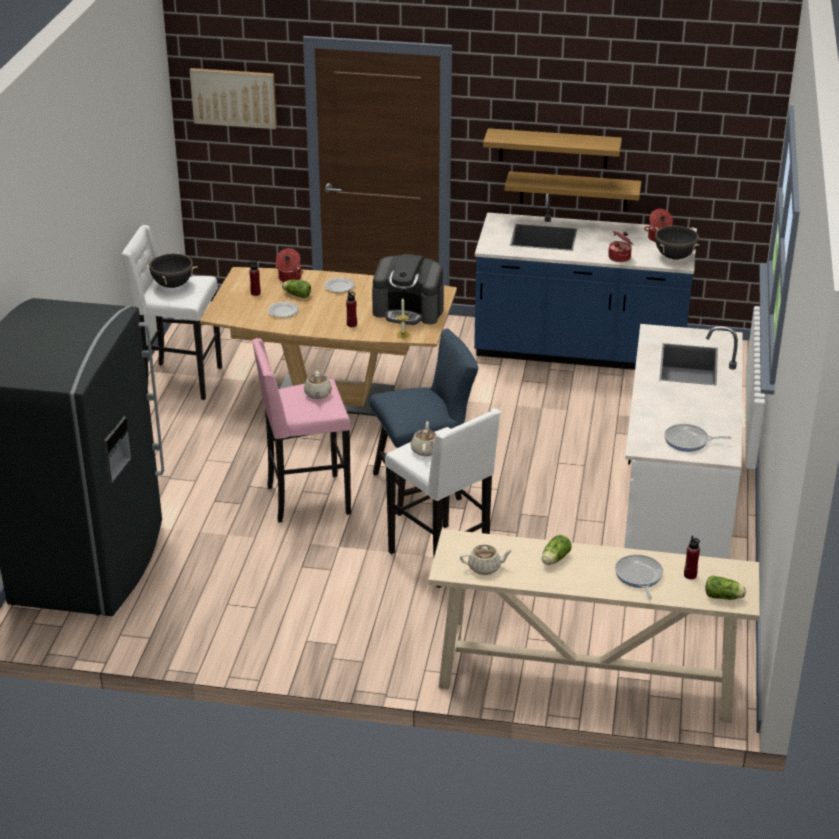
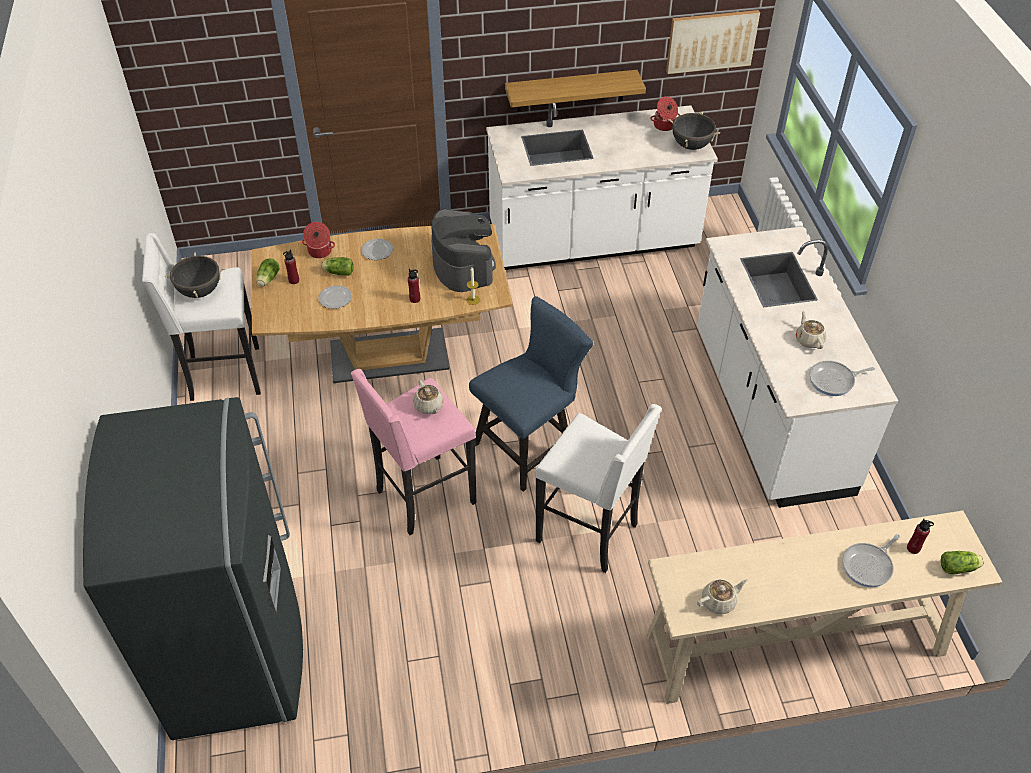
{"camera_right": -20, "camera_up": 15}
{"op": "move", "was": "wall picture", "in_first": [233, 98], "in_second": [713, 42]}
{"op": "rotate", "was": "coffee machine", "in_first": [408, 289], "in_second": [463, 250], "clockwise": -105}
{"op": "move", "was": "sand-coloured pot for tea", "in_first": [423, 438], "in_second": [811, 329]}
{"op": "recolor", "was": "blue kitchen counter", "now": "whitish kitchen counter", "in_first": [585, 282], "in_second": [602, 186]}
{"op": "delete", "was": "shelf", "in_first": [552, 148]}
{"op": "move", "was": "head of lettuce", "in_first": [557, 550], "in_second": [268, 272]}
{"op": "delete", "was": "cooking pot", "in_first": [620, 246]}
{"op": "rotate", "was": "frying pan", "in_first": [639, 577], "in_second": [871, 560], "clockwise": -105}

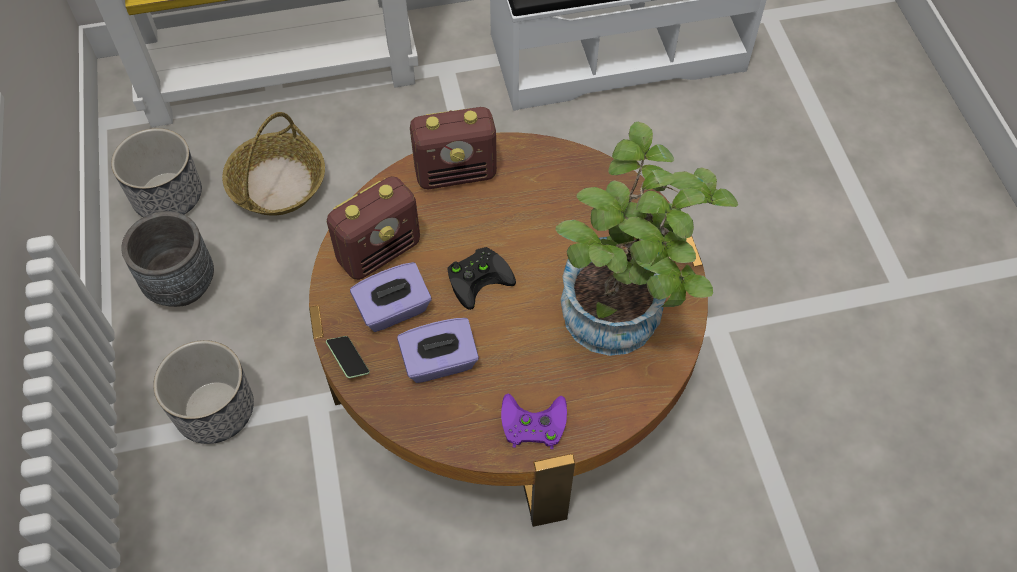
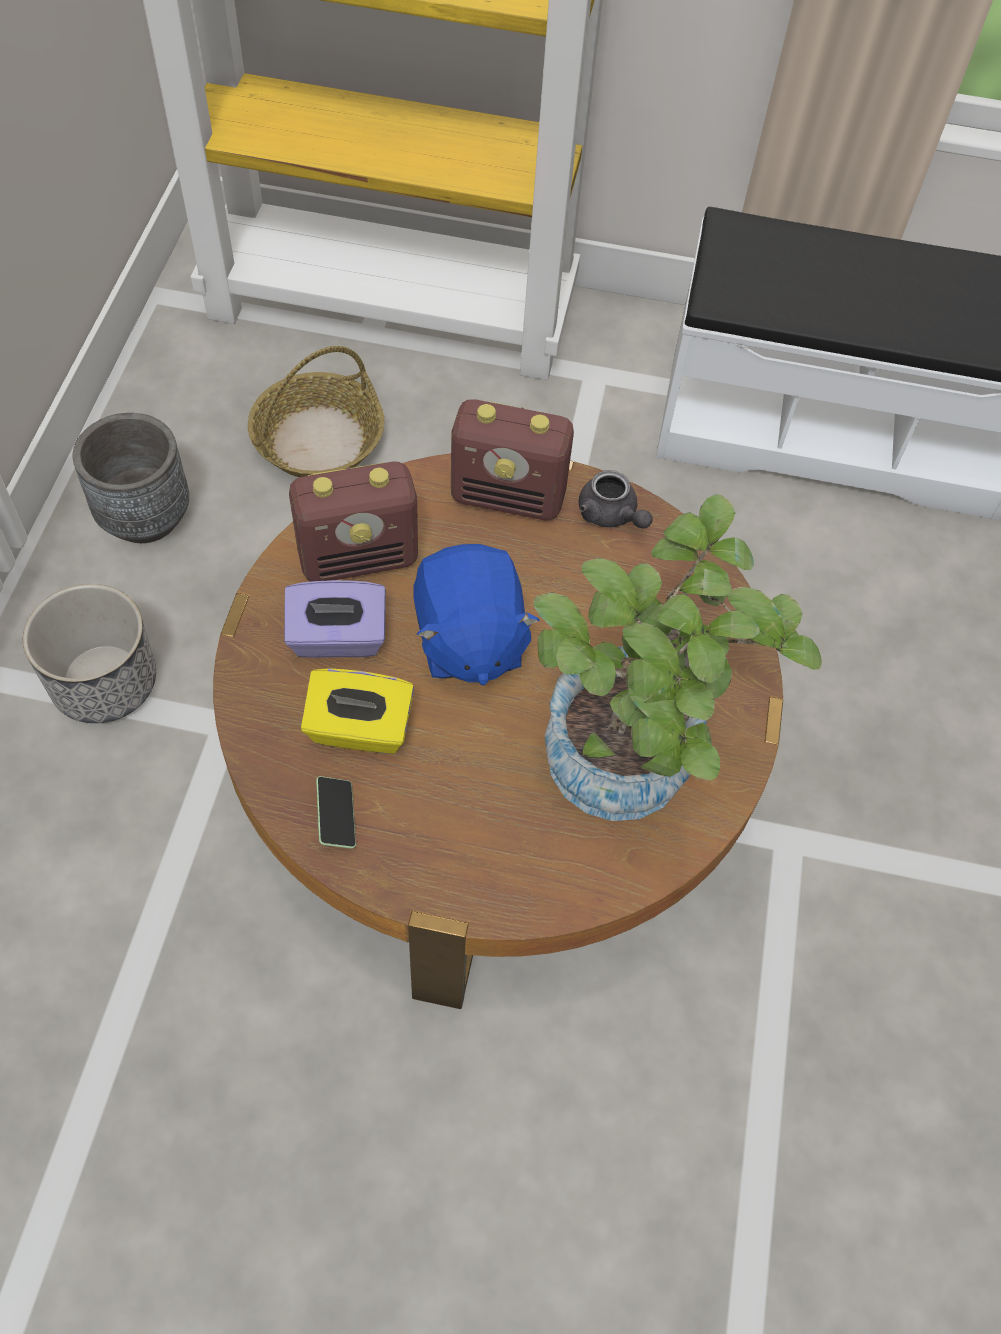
{"camera_right": 20, "camera_up": 0}
{"op": "delete", "was": "planter", "in_first": [156, 172]}
{"op": "move", "was": "telephone", "in_first": [348, 357], "in_second": [336, 812]}
{"op": "recolor", "was": "purple box of tissues", "now": "yellow-coloured box of tissues", "in_first": [438, 350], "in_second": [357, 711]}
{"op": "replace", "was": "blackish game controller", "now": "blue plush toy", "in_first": [481, 278], "in_second": [476, 615]}
{"op": "delete", "was": "purple game controller", "in_first": [534, 421]}
{"op": "insert", "now": "gray pot for tea", "in_second": [615, 499]}

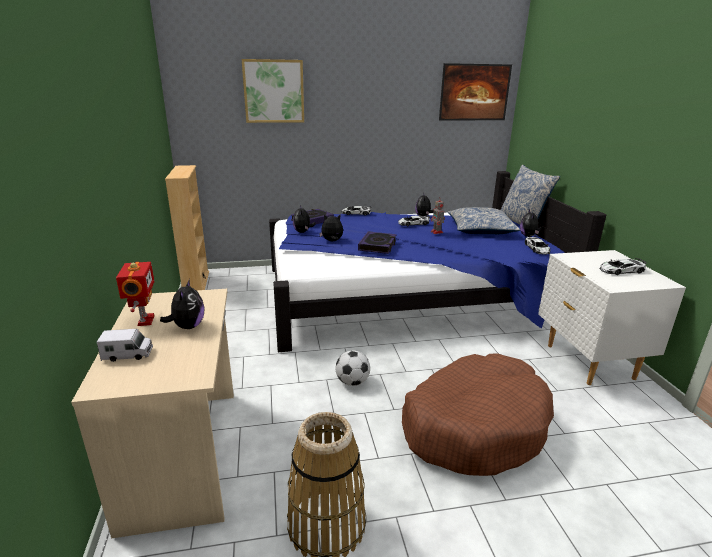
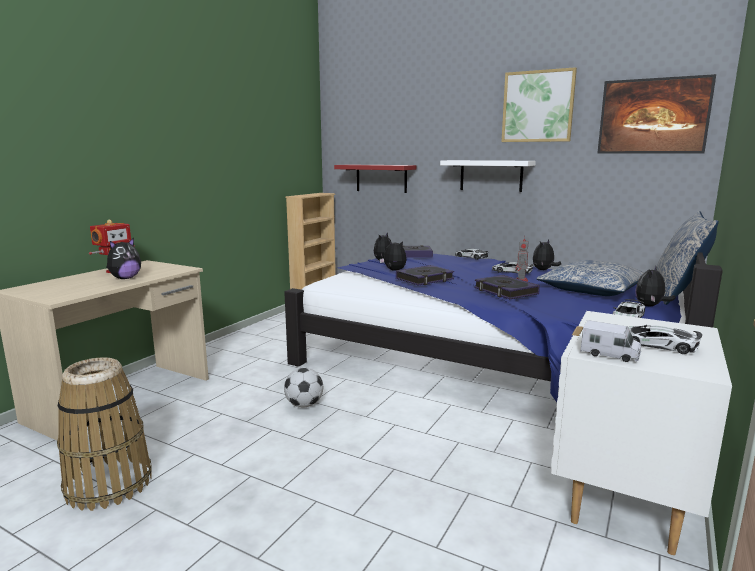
{"camera_right": 40, "camera_up": -10}
{"op": "move", "was": "toy lorry", "in_first": [125, 345], "in_second": [610, 341]}
{"op": "move", "was": "wall picture", "in_first": [273, 91], "in_second": [539, 104]}
{"op": "delete", "was": "brown pet bed", "in_first": [478, 414]}
{"op": "insert", "now": "red shelf", "in_second": [375, 179]}
{"op": "insert", "now": "whitish shelf", "in_second": [488, 176]}
{"op": "insert", "now": "book", "in_second": [507, 287]}

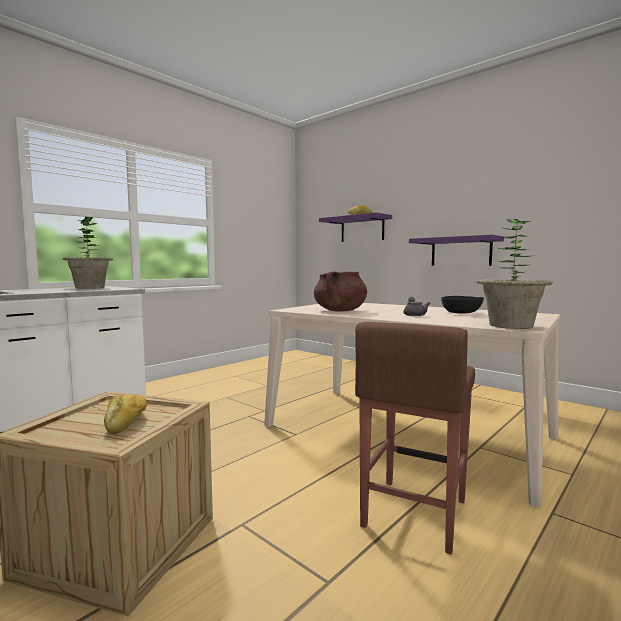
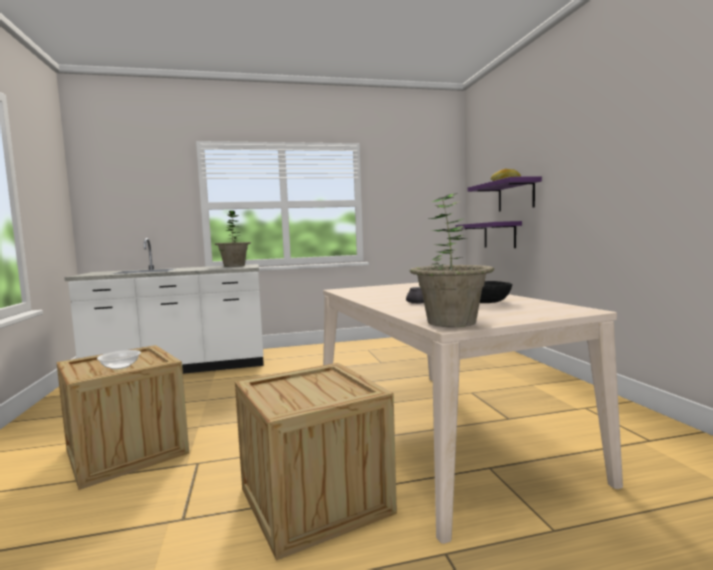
{"camera_right": 35, "camera_up": 0}
{"op": "replace", "was": "bread", "now": "bowl", "in_first": [125, 414], "in_second": [119, 359]}
{"op": "delete", "was": "brown cooking pot", "in_first": [340, 291]}
{"op": "replace", "was": "brown sitting stool", "now": "packing crate", "in_first": [415, 438], "in_second": [316, 462]}
{"op": "move", "was": "purple shelf", "in_first": [456, 250], "in_second": [488, 234]}

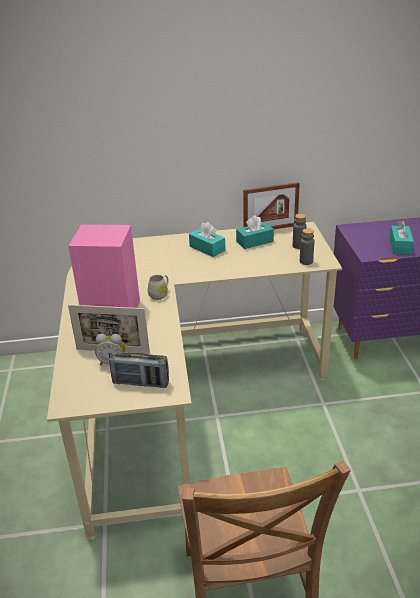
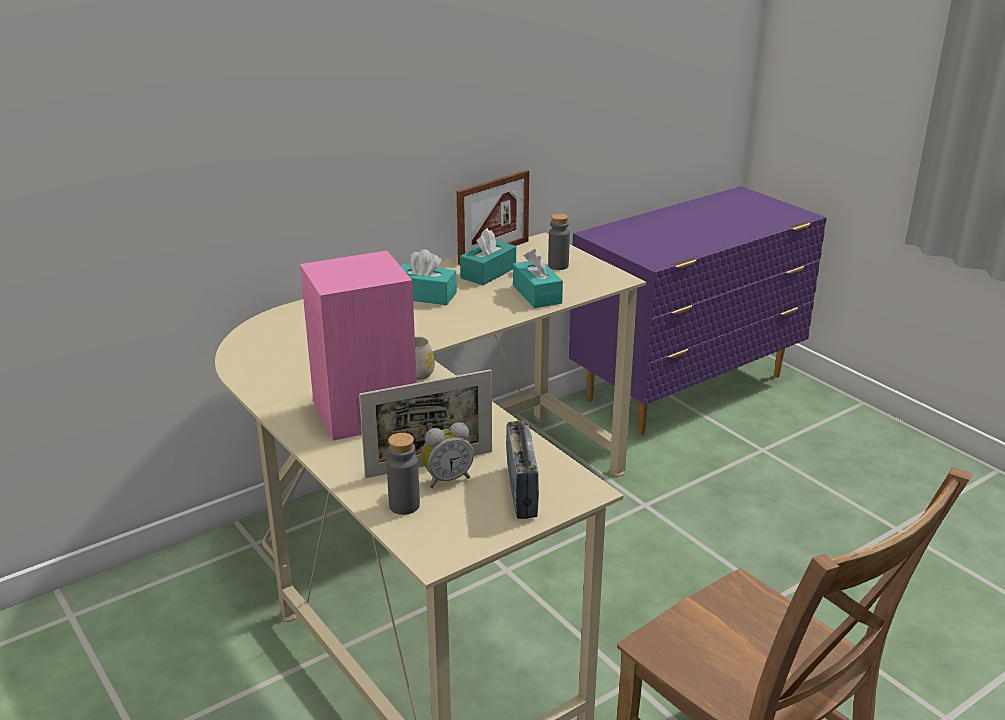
{"camera_right": -30, "camera_up": -5}
{"op": "rotate", "was": "radio", "in_first": [139, 370], "in_second": [522, 469], "clockwise": -75}
{"op": "move", "was": "gray beverage bottle", "in_first": [307, 246], "in_second": [403, 474]}
{"op": "move", "was": "turquoise box of tissues", "in_first": [402, 237], "in_second": [538, 278]}

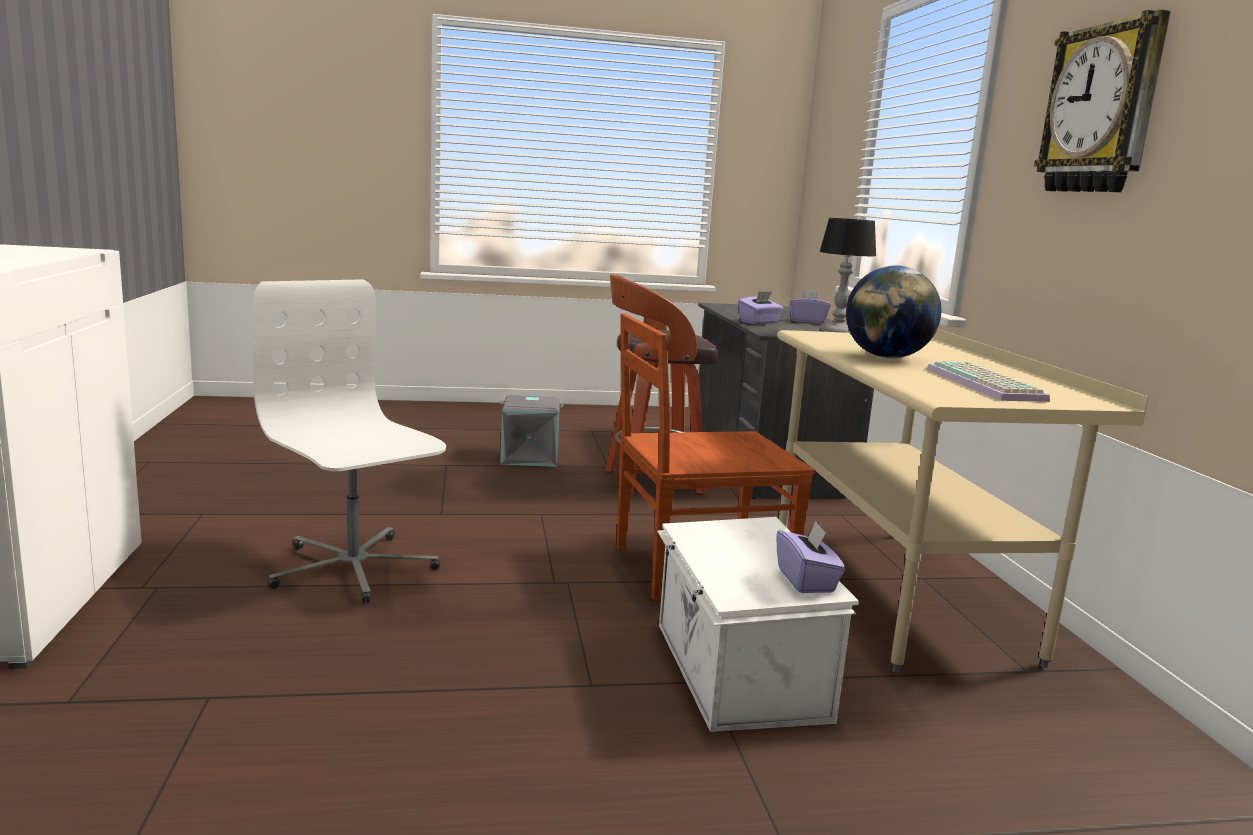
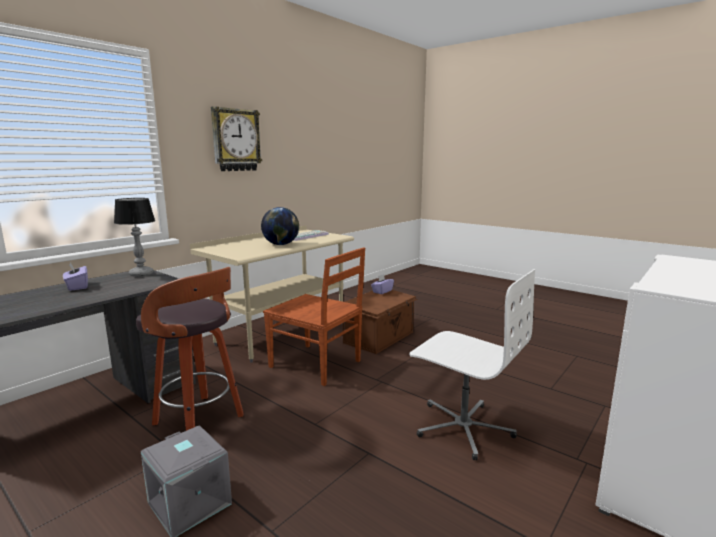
{"camera_right": -130, "camera_up": 0}
{"op": "rotate", "was": "whitish office chair", "in_first": [349, 441], "in_second": [472, 364], "clockwise": -60}
{"op": "recolor", "was": "whitish storage box", "now": "brown storage box", "in_first": [758, 624], "in_second": [380, 322]}
{"op": "delete", "was": "purple box of tissues", "in_first": [760, 307]}

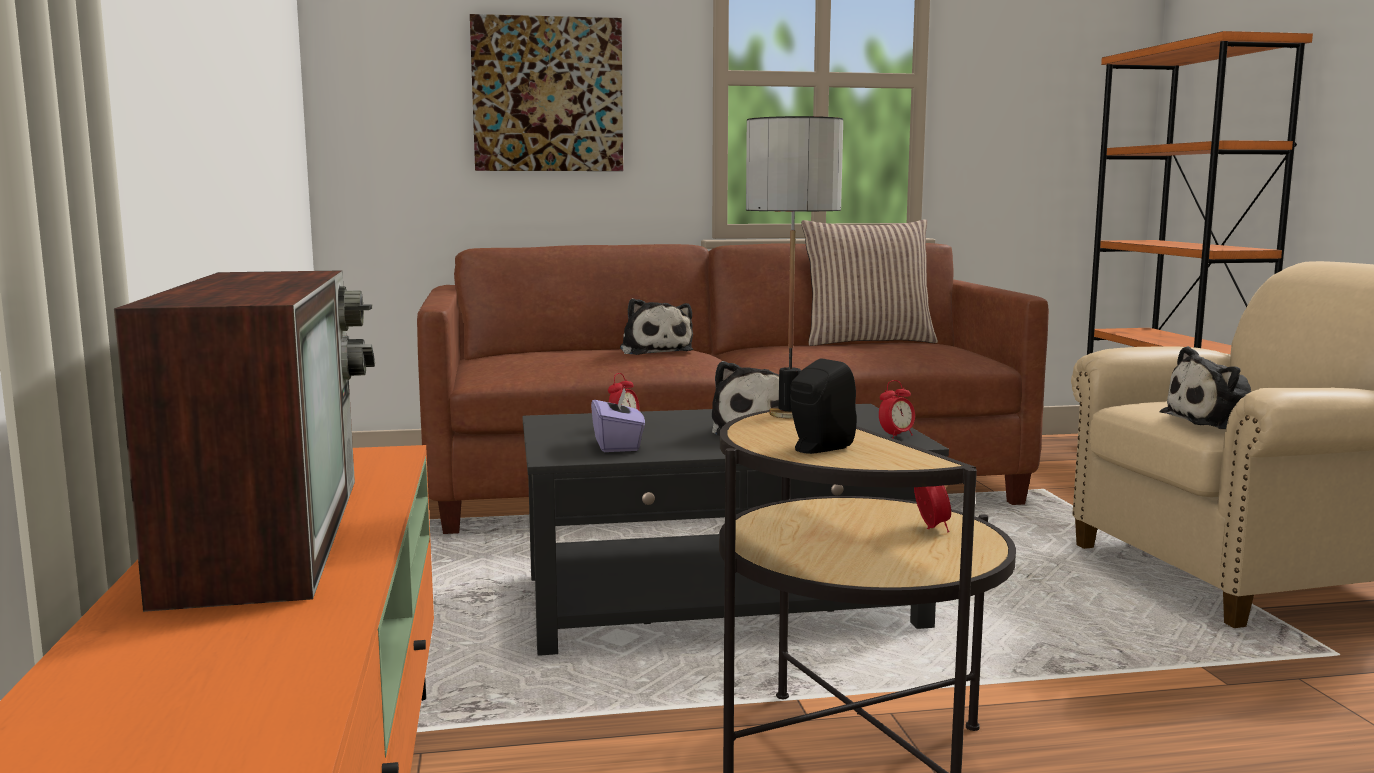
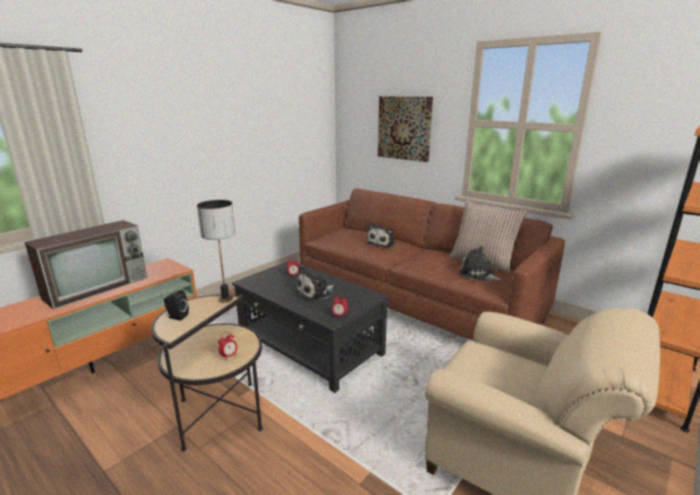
{"camera_right": 50, "camera_up": 10}
{"op": "delete", "was": "purple box of tissues", "in_first": [618, 420]}
{"op": "move", "was": "plush toy", "in_first": [1205, 387], "in_second": [481, 263]}

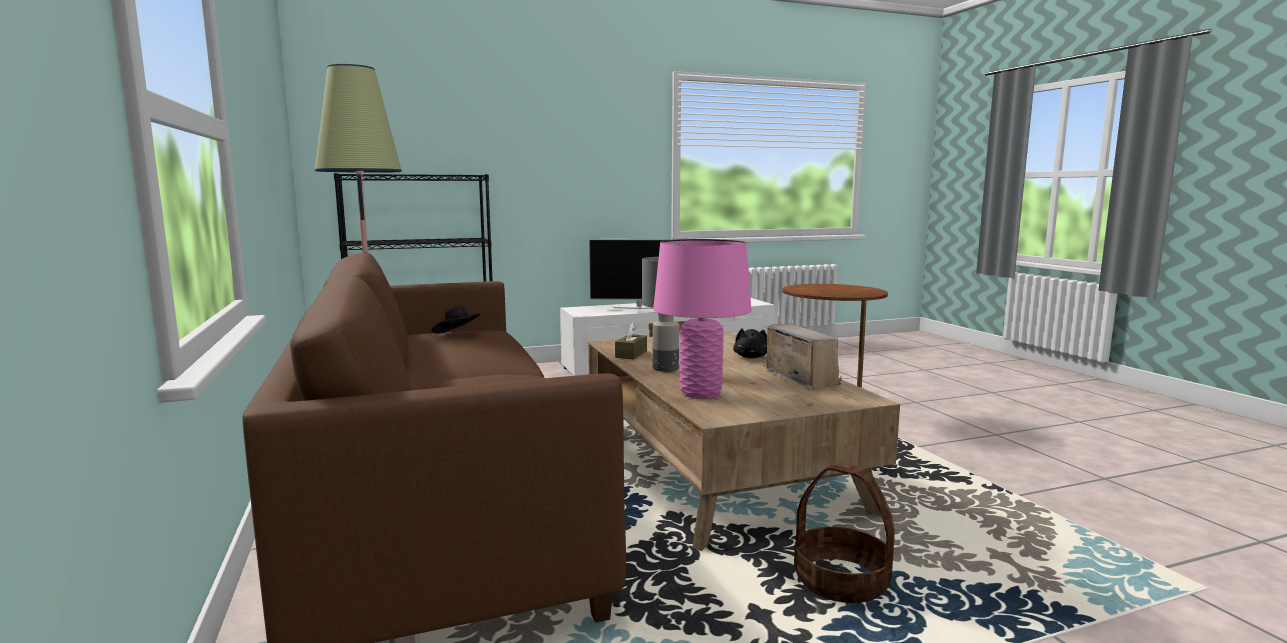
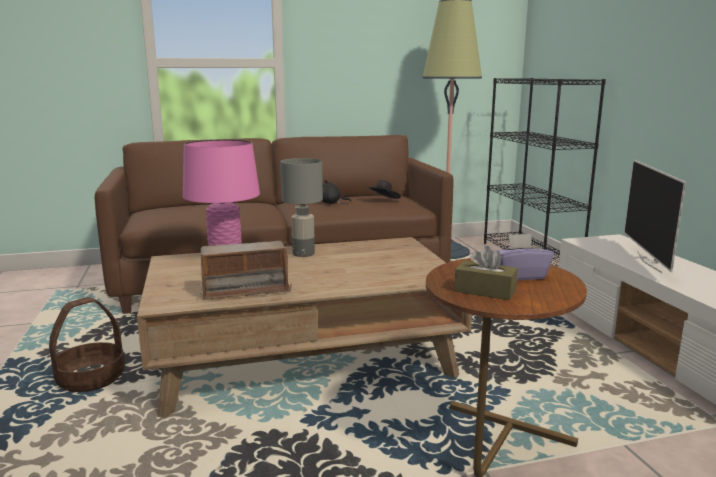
{"camera_right": 95, "camera_up": 5}
{"op": "move", "was": "brown box of tissues", "in_first": [631, 341], "in_second": [486, 273]}
{"op": "move", "was": "blackish plush toy", "in_first": [750, 343], "in_second": [336, 192]}
{"op": "insert", "now": "purple box of tissues", "in_second": [523, 257]}

